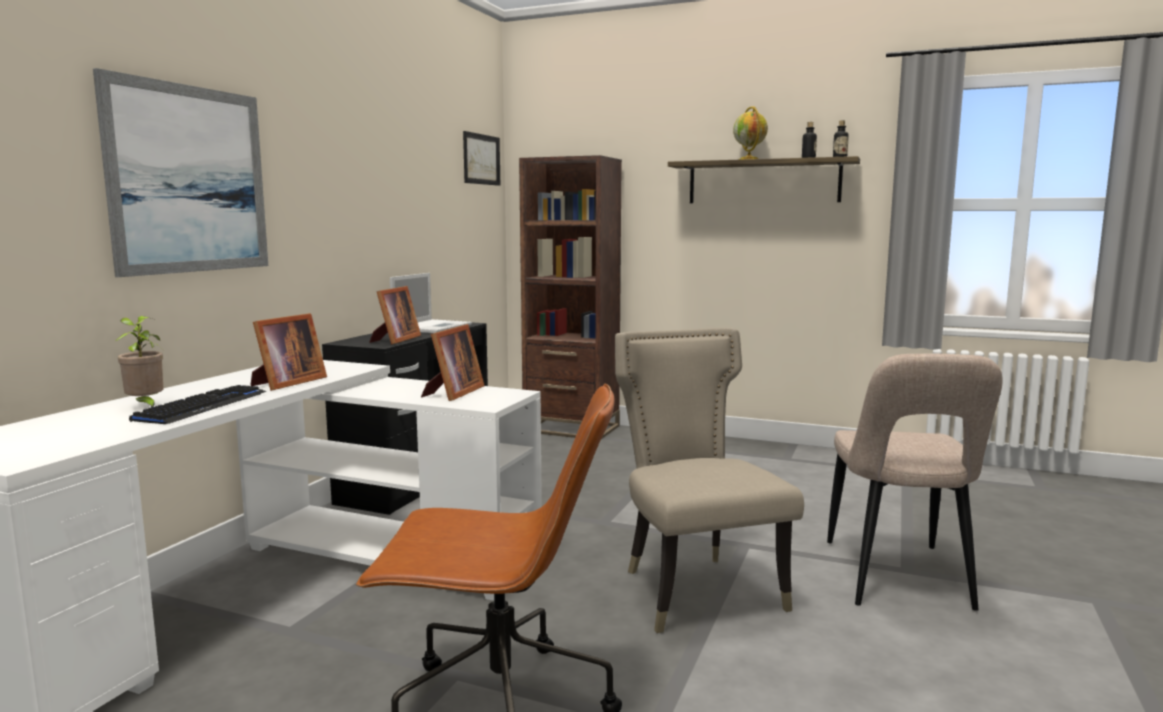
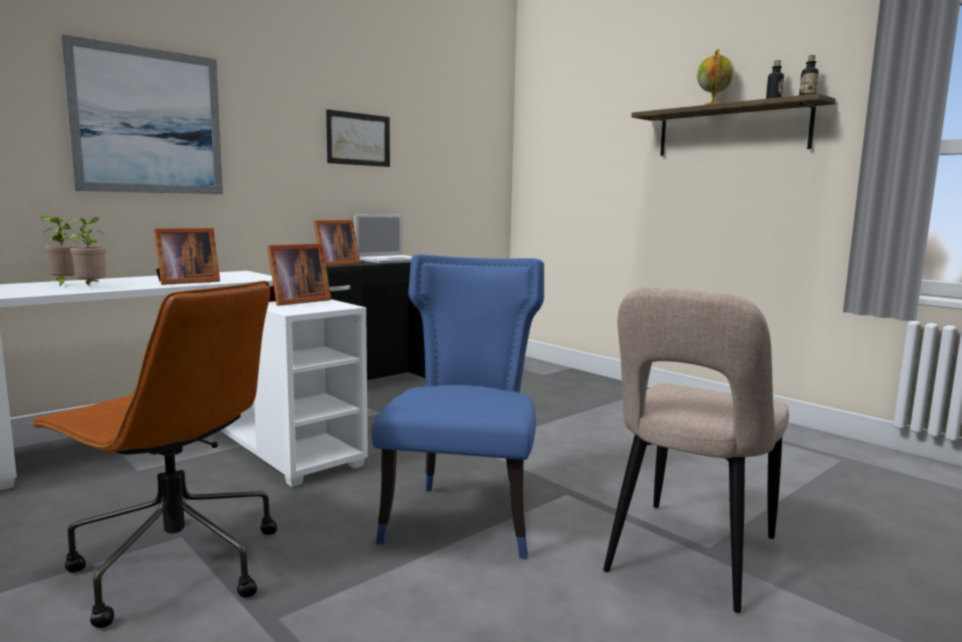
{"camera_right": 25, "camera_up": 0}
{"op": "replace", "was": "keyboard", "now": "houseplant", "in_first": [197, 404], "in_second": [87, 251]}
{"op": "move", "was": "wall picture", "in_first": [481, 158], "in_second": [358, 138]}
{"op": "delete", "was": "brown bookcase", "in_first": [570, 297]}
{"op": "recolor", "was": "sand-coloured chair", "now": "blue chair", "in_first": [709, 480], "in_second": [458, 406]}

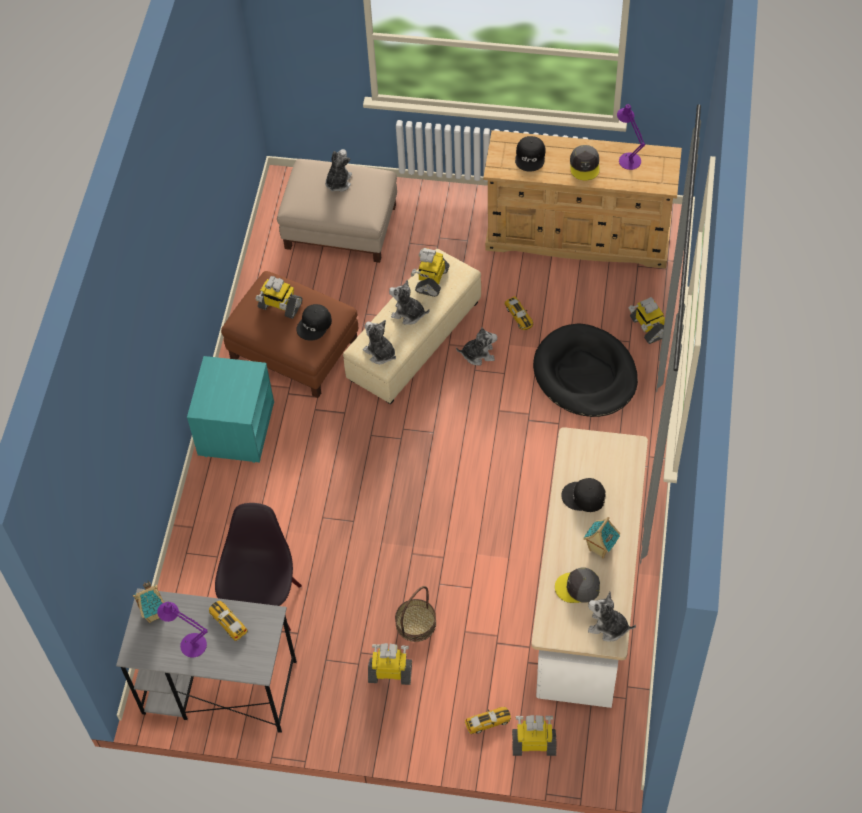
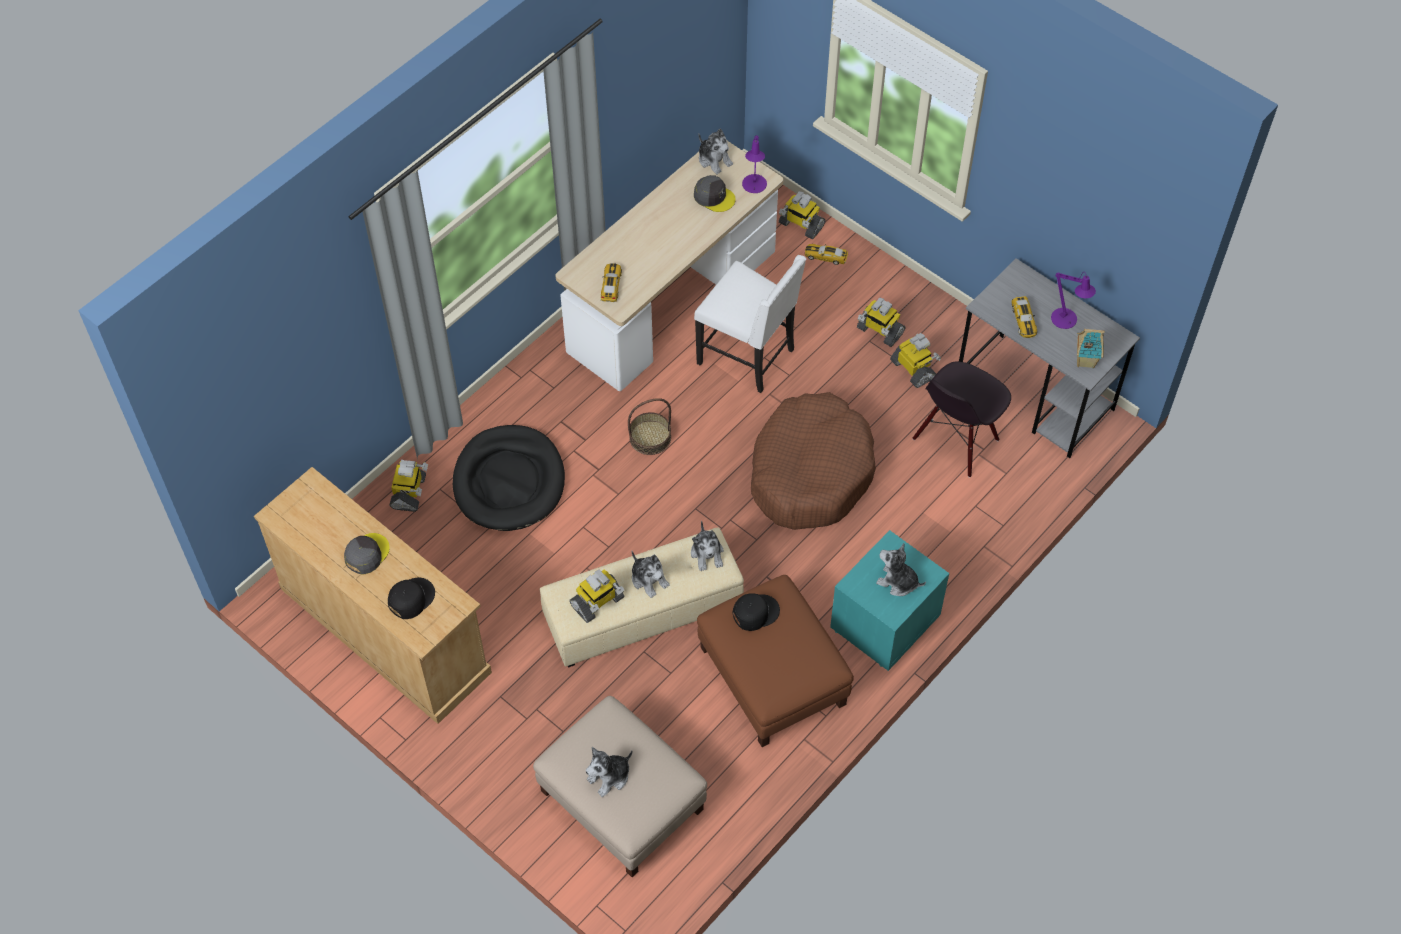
{"camera_right": -150, "camera_up": 0}
{"op": "move", "was": "toy robot", "in_first": [279, 297], "in_second": [915, 360]}
{"op": "move", "was": "household basket", "in_first": [415, 614], "in_second": [649, 426]}
{"op": "move", "was": "plush toy", "in_first": [476, 346], "in_second": [901, 569]}
{"op": "move", "was": "toy car", "in_first": [519, 313], "in_second": [611, 283]}
{"op": "delete", "was": "blackish cap", "in_first": [583, 495]}
{"op": "delete", "was": "model house", "in_first": [602, 537]}
{"op": "move", "was": "purple table lamp", "in_first": [631, 137], "in_second": [754, 164]}
{"op": "insert", "now": "whitish chair", "in_second": [750, 324]}
{"op": "insert", "now": "brown pet bed", "in_second": [813, 461]}

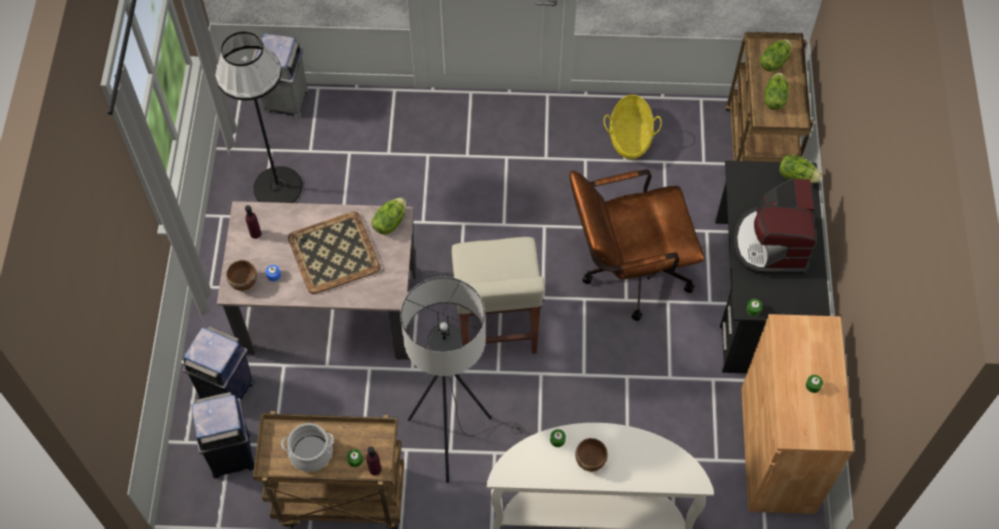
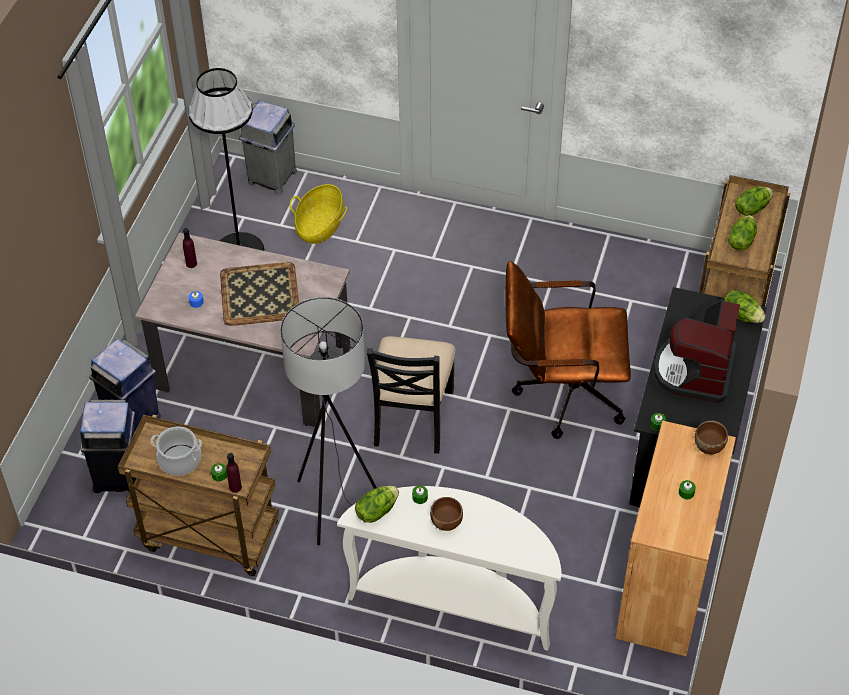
{"camera_right": 15, "camera_up": -10}
{"op": "move", "was": "brown bowl", "in_first": [241, 275], "in_second": [711, 437]}
{"op": "move", "was": "head of lettuce", "in_first": [389, 216], "in_second": [377, 504]}
{"op": "replace", "was": "sand-coloured sitting stool", "now": "blackish chair", "in_first": [498, 295], "in_second": [411, 395]}
{"op": "move", "was": "household basket", "in_first": [633, 127], "in_second": [318, 214]}

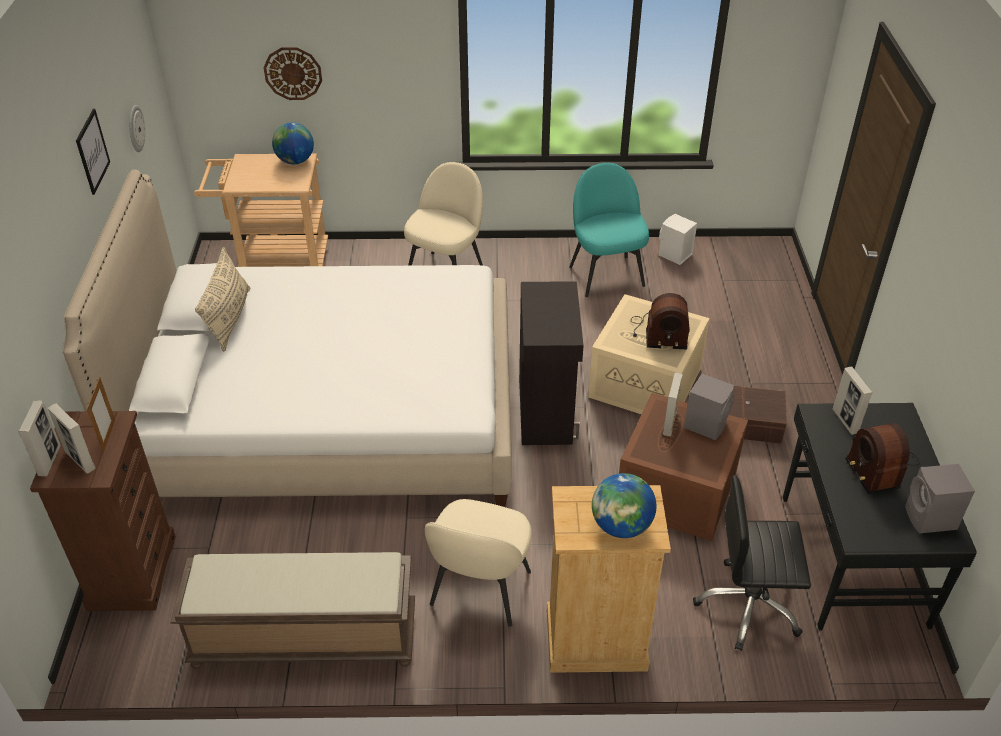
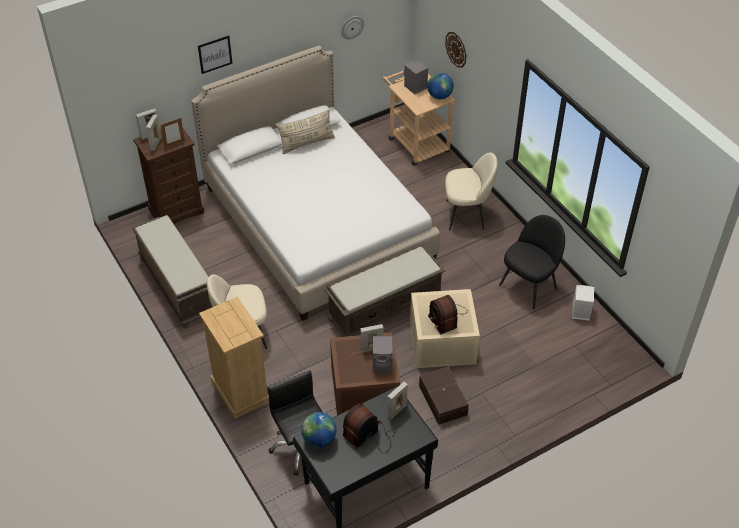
{"camera_right": 60, "camera_up": 5}
{"op": "move", "was": "wall picture", "in_first": [93, 152], "in_second": [215, 54]}
{"op": "replace", "was": "blackish cabinet", "now": "brown indoor bench", "in_first": [551, 363], "in_second": [385, 291]}
{"op": "recolor", "was": "turquoise chair", "now": "blackish chair", "in_first": [609, 230], "in_second": [532, 262]}
{"op": "move", "was": "desk globe", "in_first": [624, 505], "in_second": [318, 430]}
{"op": "move", "was": "gray loudspeaker", "in_first": [940, 499], "in_second": [416, 77]}

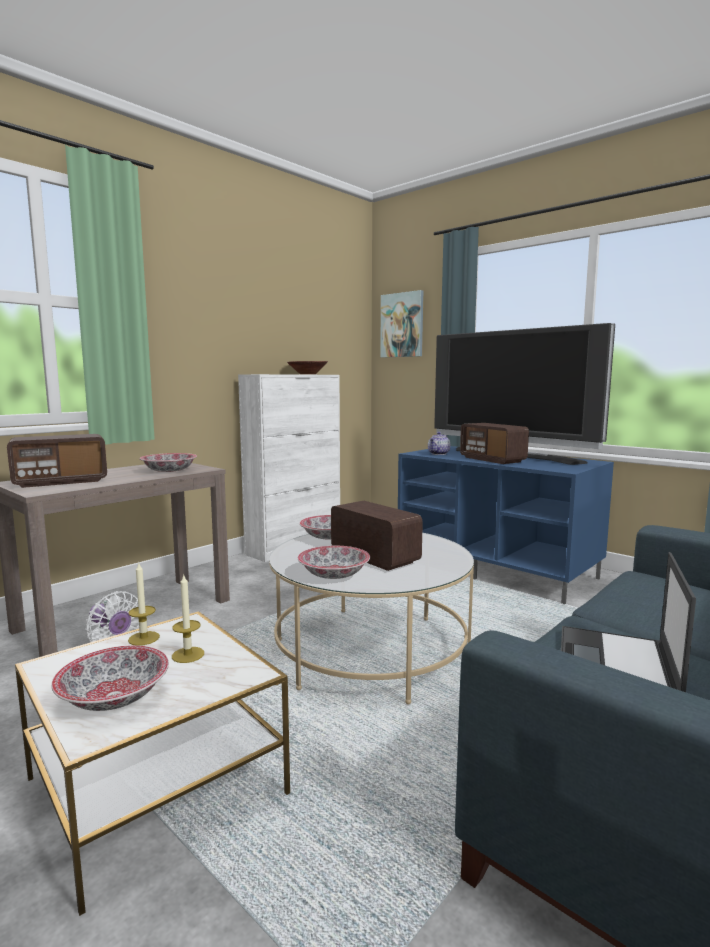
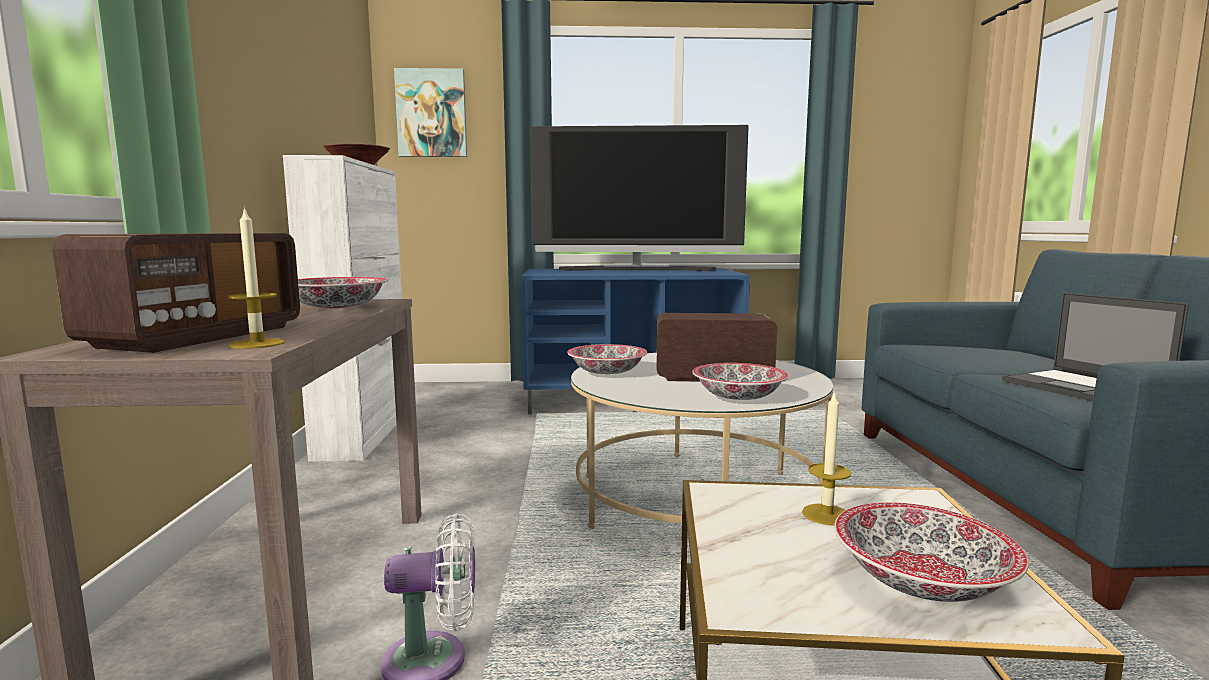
{"camera_right": -45, "camera_up": 0}
{"op": "move", "was": "candle", "in_first": [144, 604], "in_second": [256, 277]}
{"op": "delete", "was": "pot for tea", "in_first": [439, 443]}
{"op": "delete", "was": "radio", "in_first": [494, 443]}

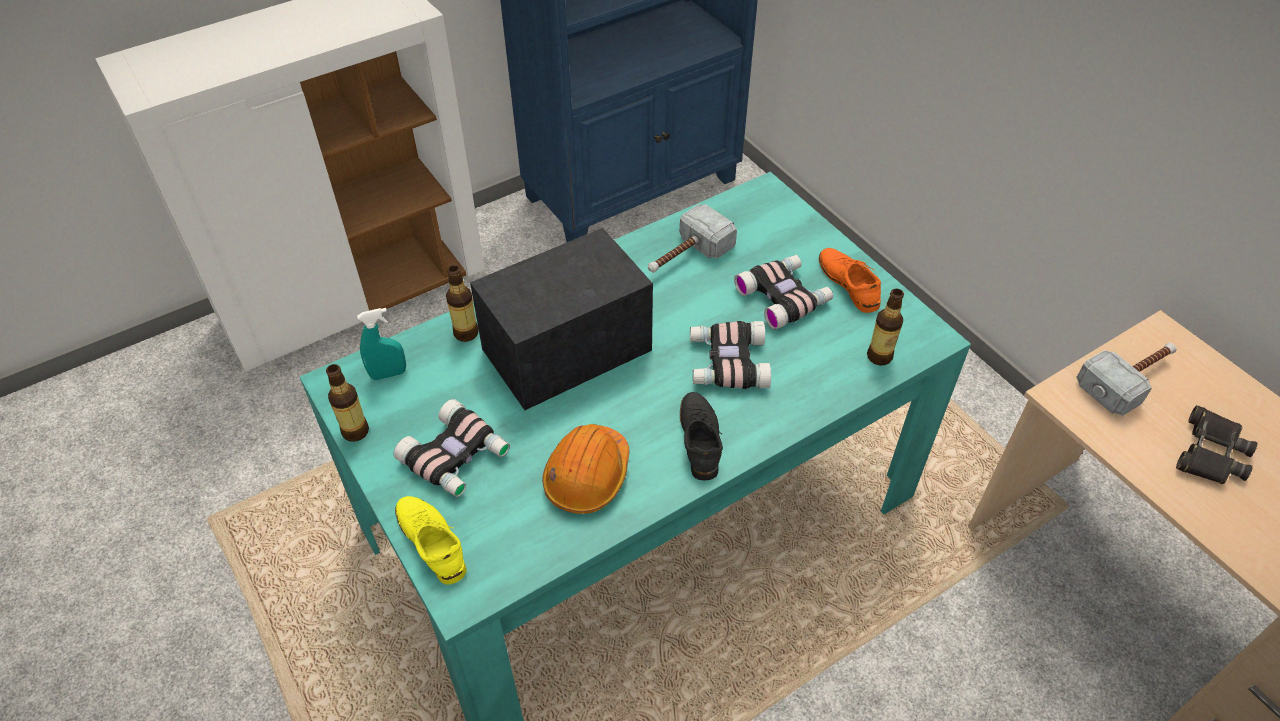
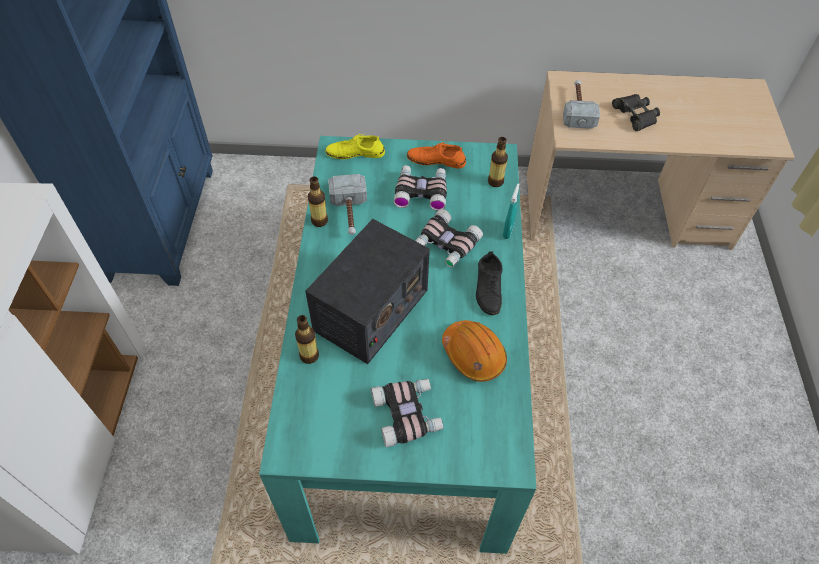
{"camera_right": -55, "camera_up": 5}
{"op": "move", "was": "beverage bottle", "in_first": [347, 403], "in_second": [318, 201]}
{"op": "move", "was": "turquoise hand sprayer", "in_first": [381, 344], "in_second": [511, 211]}
{"op": "move", "was": "yellow-coloured shoe", "in_first": [431, 540], "in_second": [355, 147]}
{"op": "rotate", "was": "radio", "in_first": [561, 319], "in_second": [367, 291], "clockwise": -150}
{"op": "rotate", "was": "blackish shoe", "in_first": [701, 436], "in_second": [489, 283], "clockwise": -120}

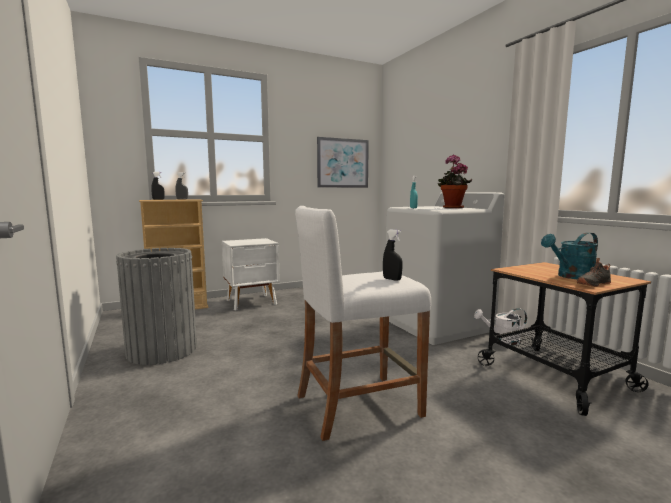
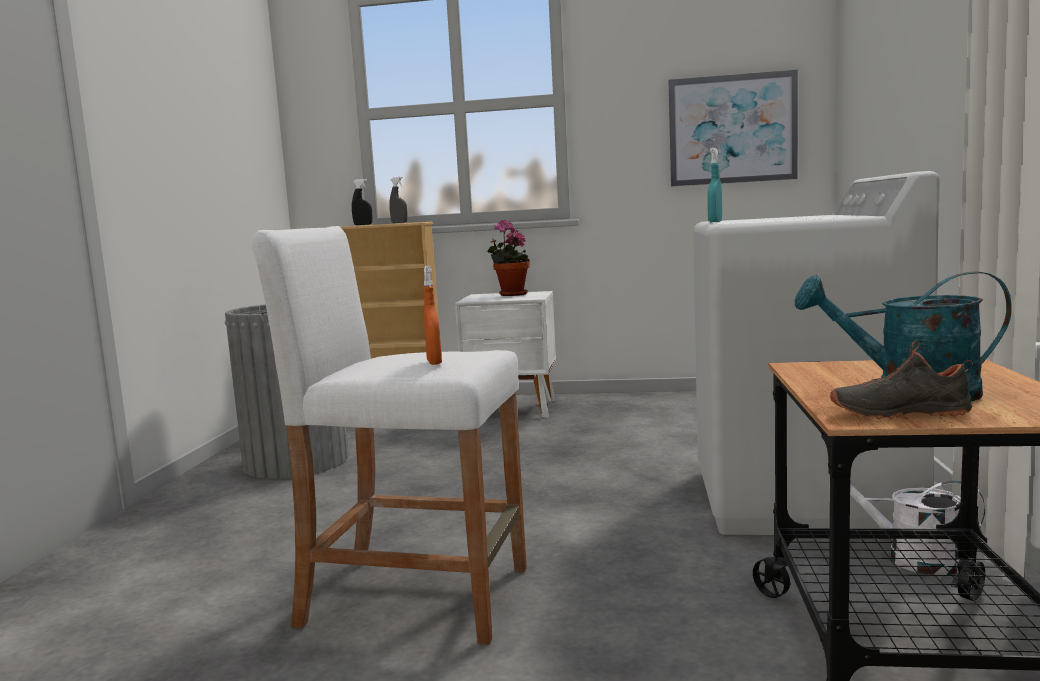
{"camera_right": 35, "camera_up": 0}
{"op": "recolor", "was": "blackish hand sprayer", "now": "orange-coloured hand sprayer", "in_first": [393, 255], "in_second": [433, 315]}
{"op": "move", "was": "houseplant", "in_first": [455, 181], "in_second": [508, 258]}

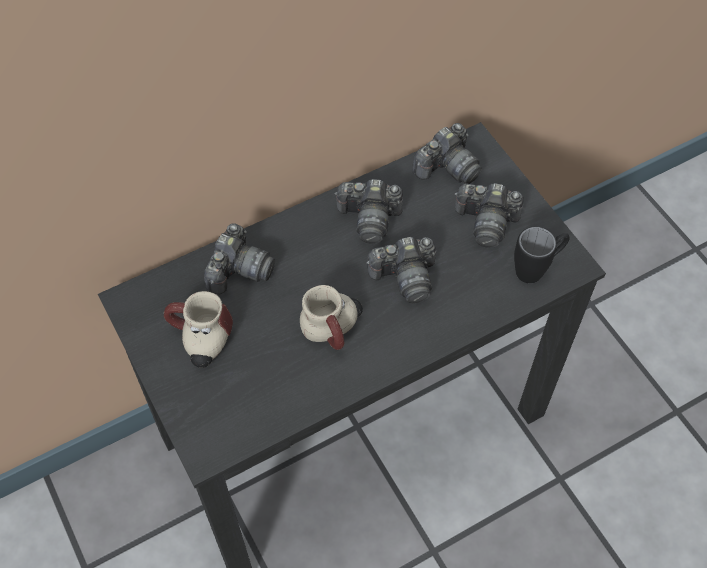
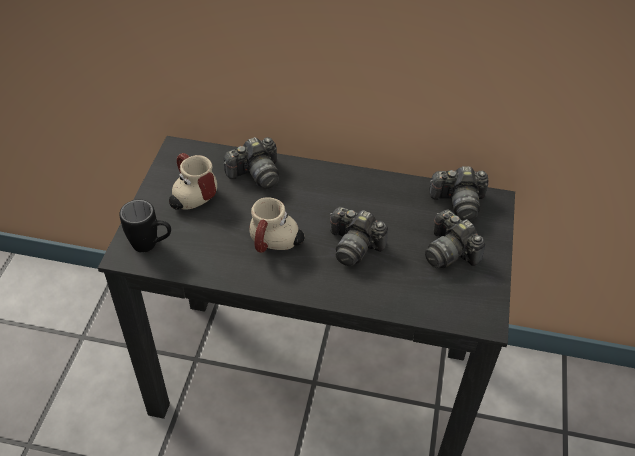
{"camera_right": 40, "camera_up": -10}
{"op": "delete", "was": "photo camera", "in_first": [368, 211]}
{"op": "move", "was": "blackish tea mug", "in_first": [542, 255], "in_second": [145, 226]}

